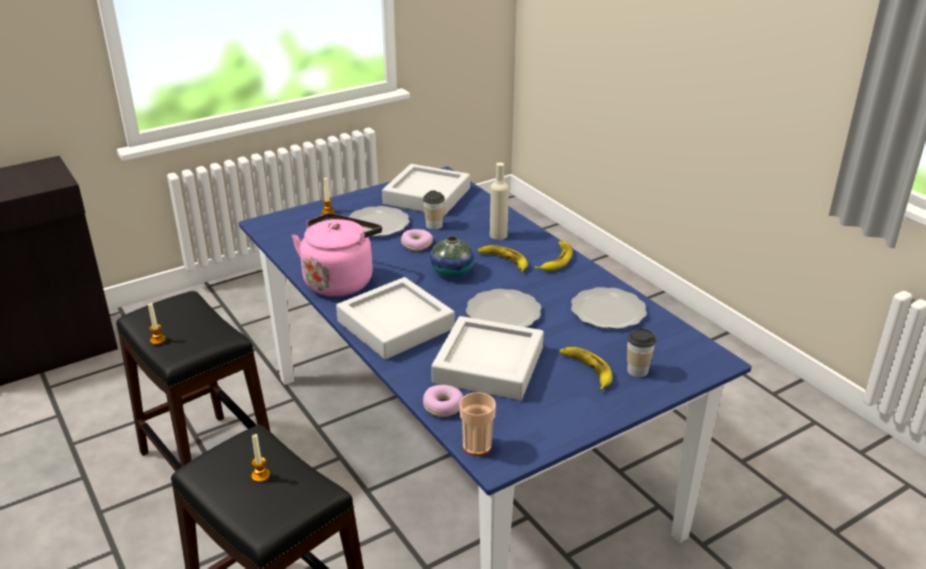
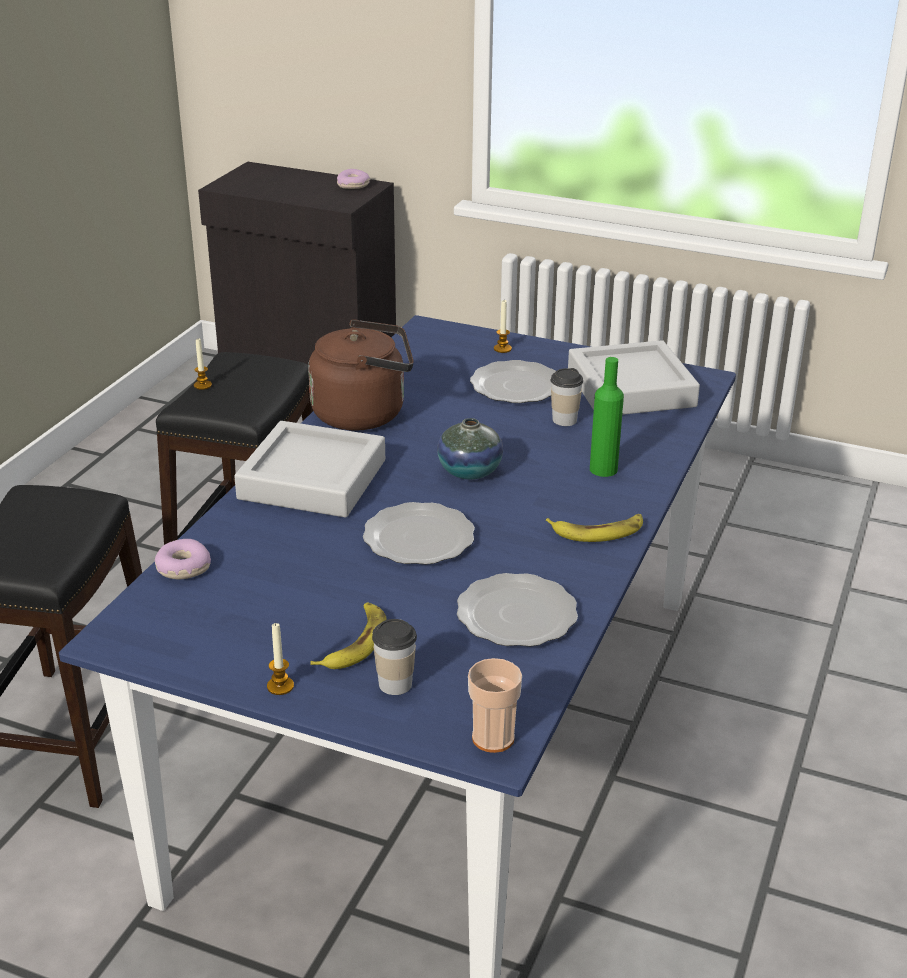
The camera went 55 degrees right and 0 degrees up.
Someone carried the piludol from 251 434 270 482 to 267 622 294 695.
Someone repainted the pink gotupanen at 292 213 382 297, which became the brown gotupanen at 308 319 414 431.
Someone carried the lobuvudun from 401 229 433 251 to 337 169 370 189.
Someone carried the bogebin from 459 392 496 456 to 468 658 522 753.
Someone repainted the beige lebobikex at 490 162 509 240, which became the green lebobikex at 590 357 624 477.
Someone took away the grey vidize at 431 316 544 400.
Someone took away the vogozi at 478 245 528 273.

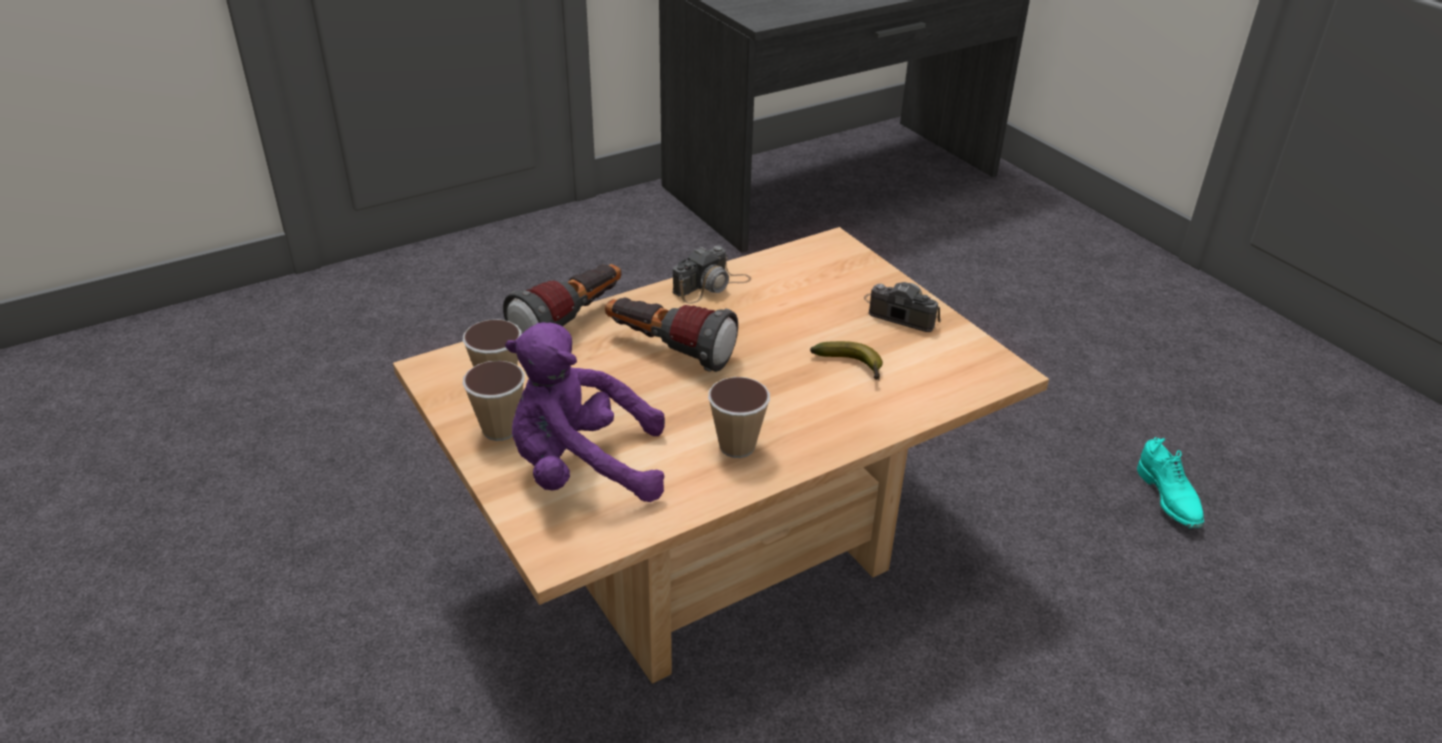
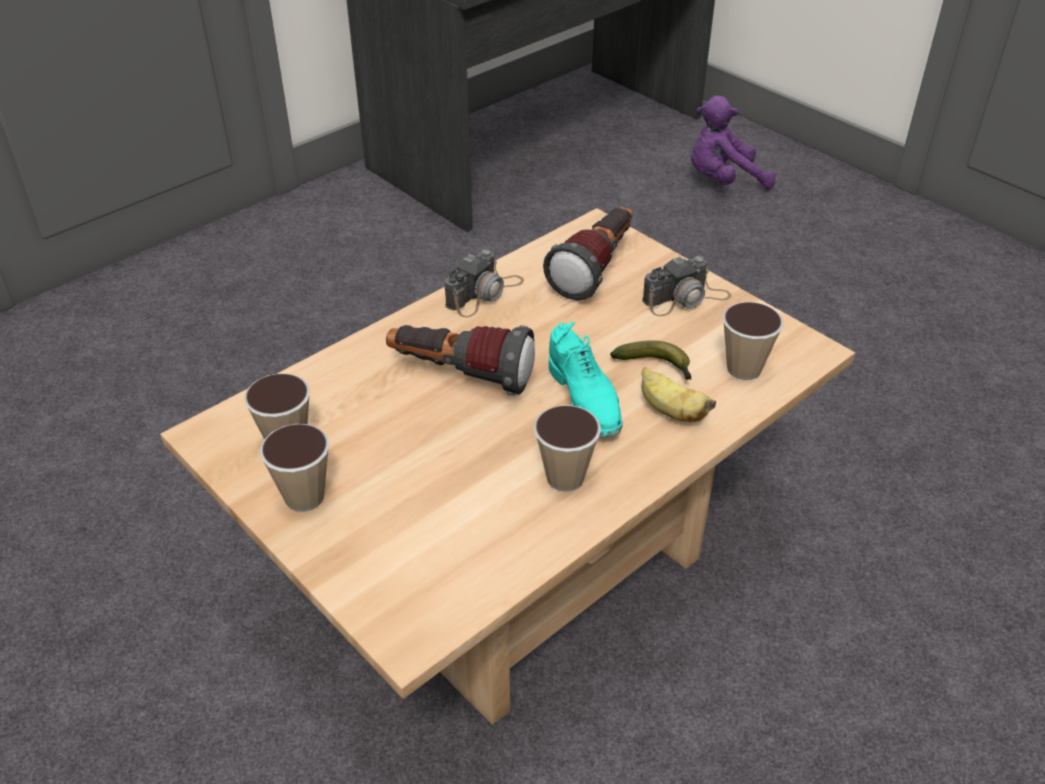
The camera went 10 degrees left and 5 degrees up.
Someone carried the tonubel from 503 264 621 334 to 543 207 632 301.
Someone carried the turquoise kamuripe from 1137 437 1204 528 to 549 322 623 438.
Someone rotated the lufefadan at 864 282 941 332 by 135 degrees clockwise.
Someone put down the vogozi at 642 367 716 422.
Someone carried the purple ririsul from 505 322 665 502 to 691 96 775 189.
Someone put down the bogebin at 723 302 784 380.

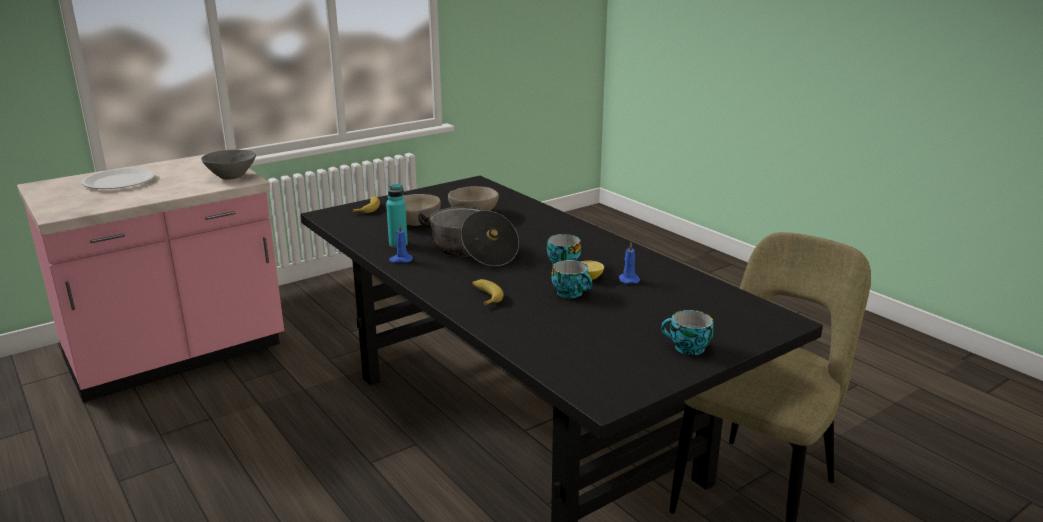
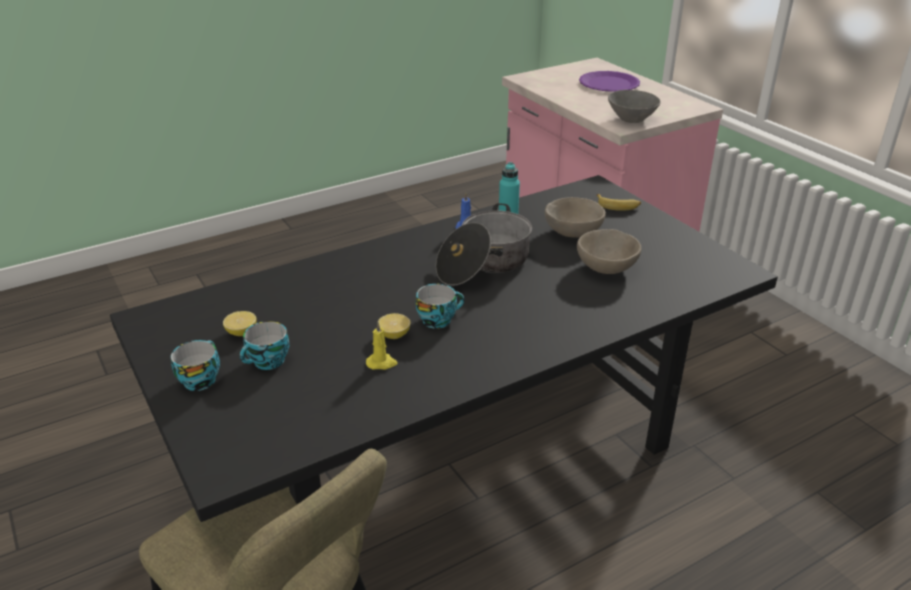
The camera went 95 degrees right and 10 degrees up.
Someone put down the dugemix at 223 311 256 336.
Someone carried the bogebin from 551 260 592 298 to 240 321 289 370.
Someone repainted the blue piludol at 619 243 640 284, which became the yellow piludol at 366 322 398 370.
Someone repainted the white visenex at 82 168 155 189, which became the purple visenex at 579 71 640 92.
Someone took away the vogozi at 472 279 504 306.

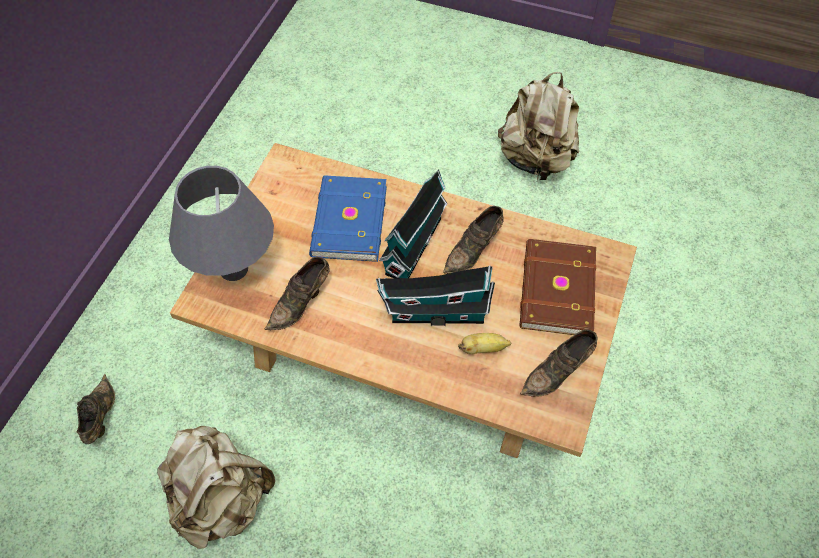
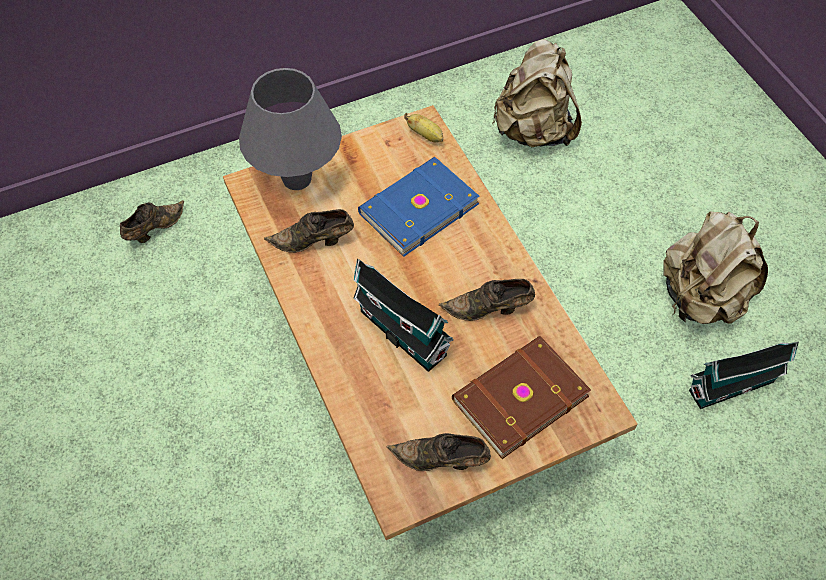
The camera went 45 degrees right and 0 degrees up.
Someone carried the vogozi from 458 333 512 354 to 404 113 443 142.
Someone carried the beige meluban from 157 426 275 549 to 492 39 582 147.
Someone carried the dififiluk from 379 169 447 278 to 689 342 799 409.

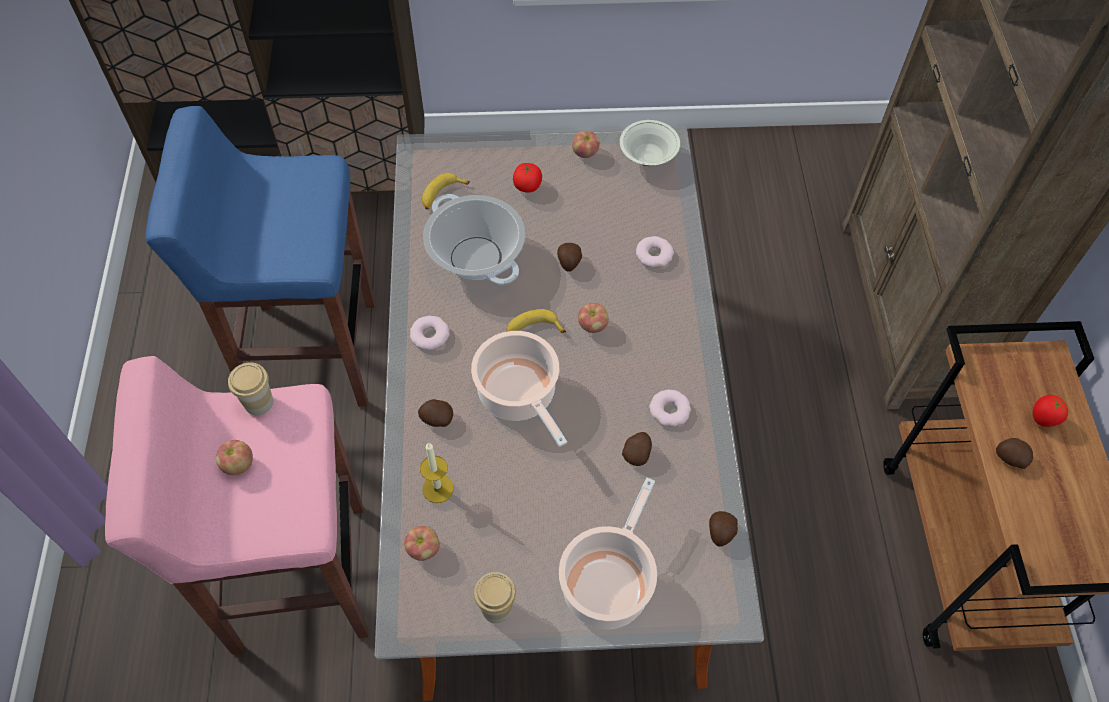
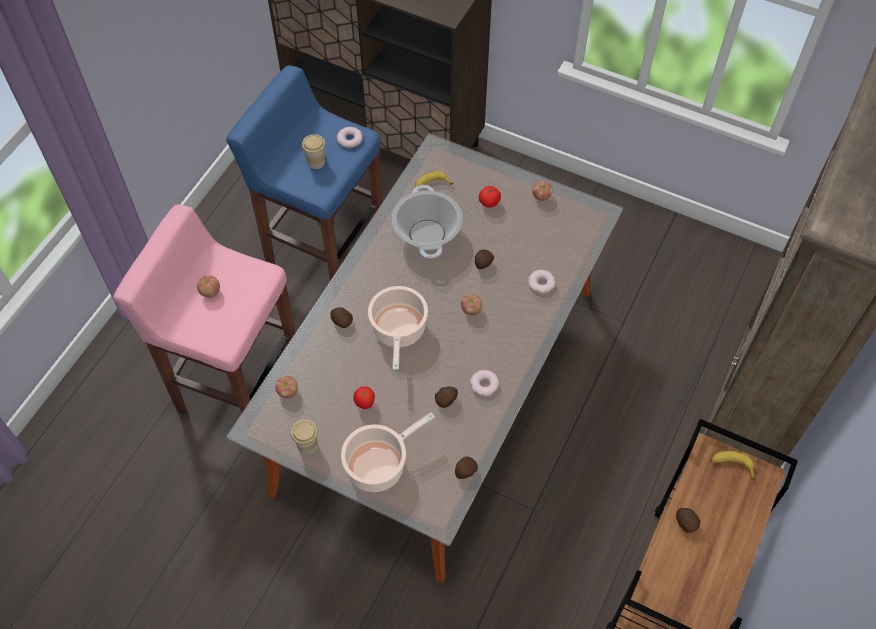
The camera went 30 degrees right and 0 degrees up.
Someone carried the bogebin from 228 362 273 415 to 302 134 326 169.
Someone carried the lobuvudun from 410 315 450 350 to 337 127 363 148.
Someone carried the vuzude from 1033 395 1068 427 to 354 386 375 409.
Someone carried the vogozi from 506 309 566 333 to 711 451 755 479.
Someone took away the piludol at 420 443 454 503.
Someone took away the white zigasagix at 620 120 680 166.

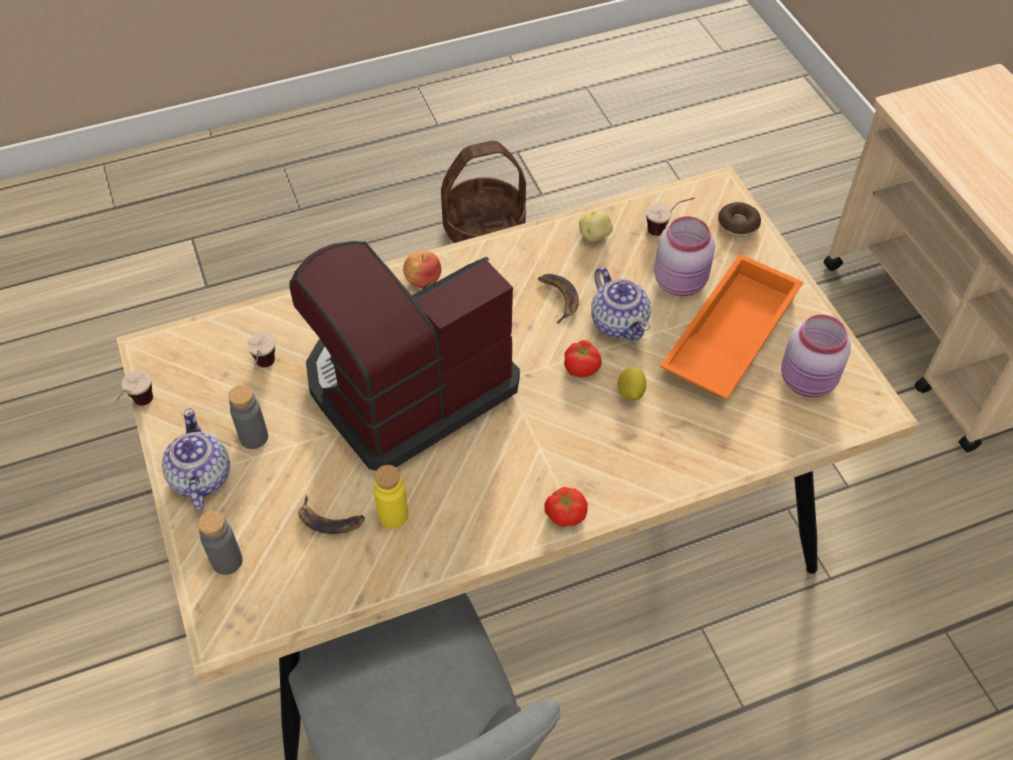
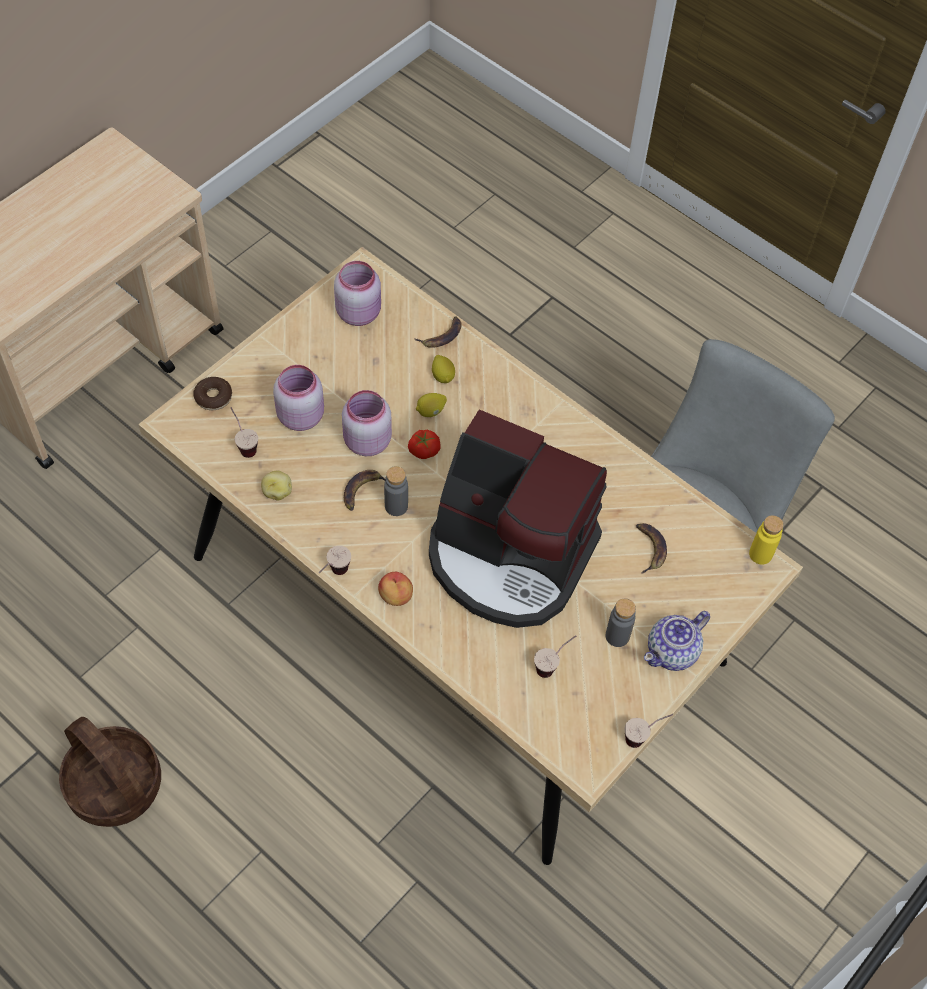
The camera went 120 degrees left and 5 degrees up.
Someone put down the bogebin at 319 546 351 575.
Someone swapped the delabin at 591 267 651 341 for the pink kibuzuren at 342 390 392 456.
Someone carried the grey lebobikex from 198 511 243 575 to 384 466 408 516.
Someone put down the vogozi at 415 316 462 348.
Someone put down the dugemix at 432 355 455 383.
Someone carried the yellow lebobikex from 374 465 408 529 to 749 515 784 564.
Someone took away the vuzude at 544 487 588 527.
Someone took away the orange vidize at 660 254 803 399.

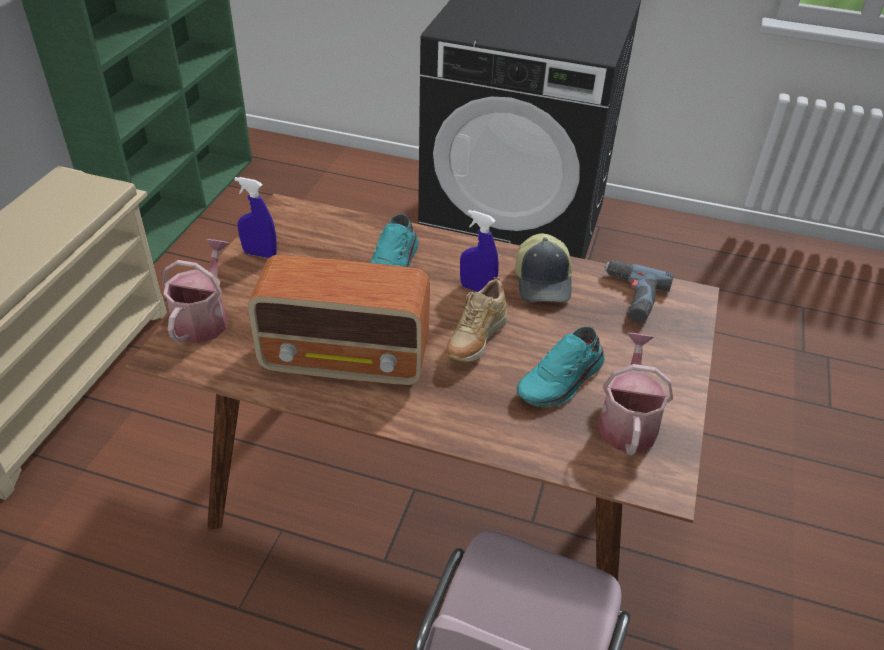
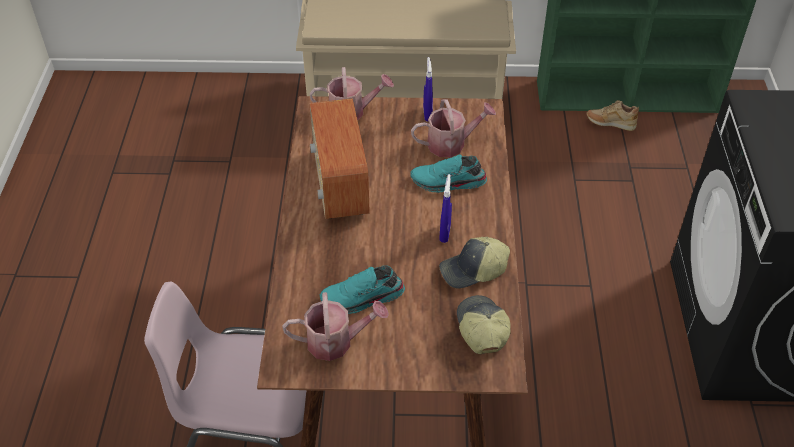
The camera went 75 degrees right and 5 degrees up.
Someone rotated the turquoise kamuripe at 517 326 605 407 by 45 degrees counterclockwise.
Someone put down the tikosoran at 411 99 496 157.
Someone swapped the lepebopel at 604 260 674 323 for the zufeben at 457 295 511 354.
Someone carried the beige kamuripe from 447 277 507 362 to 587 100 639 131.

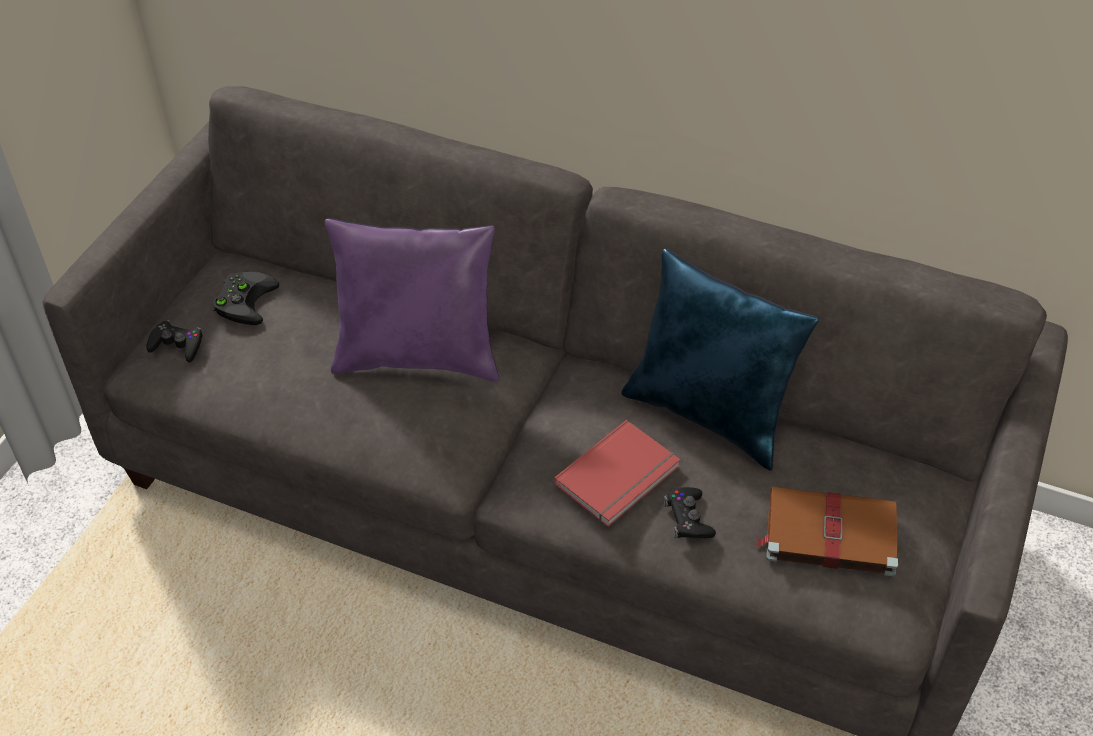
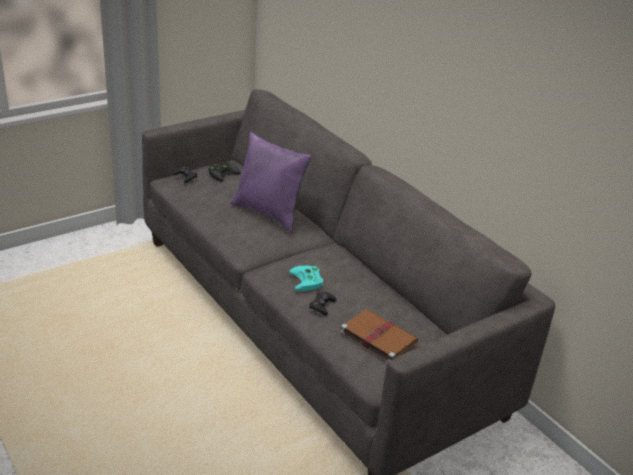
The camera went 30 degrees right and 15 degrees down.
Someone swapped the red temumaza at 553 420 681 527 for the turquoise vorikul at 289 266 323 291.
Someone took away the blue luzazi at 621 248 819 471.

